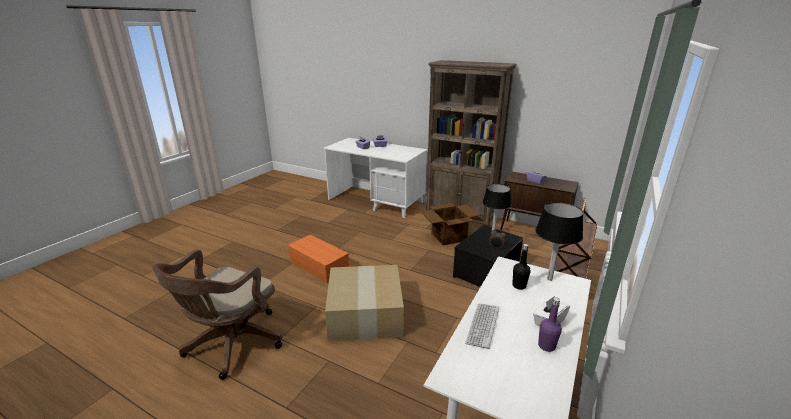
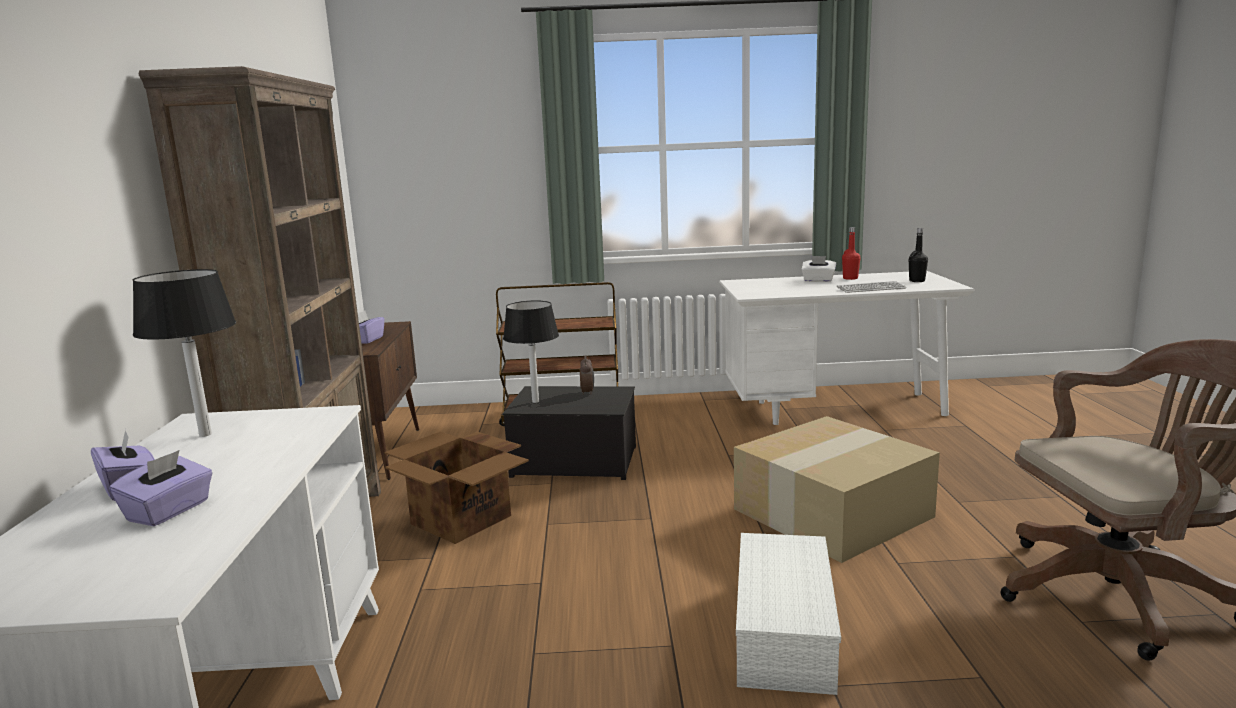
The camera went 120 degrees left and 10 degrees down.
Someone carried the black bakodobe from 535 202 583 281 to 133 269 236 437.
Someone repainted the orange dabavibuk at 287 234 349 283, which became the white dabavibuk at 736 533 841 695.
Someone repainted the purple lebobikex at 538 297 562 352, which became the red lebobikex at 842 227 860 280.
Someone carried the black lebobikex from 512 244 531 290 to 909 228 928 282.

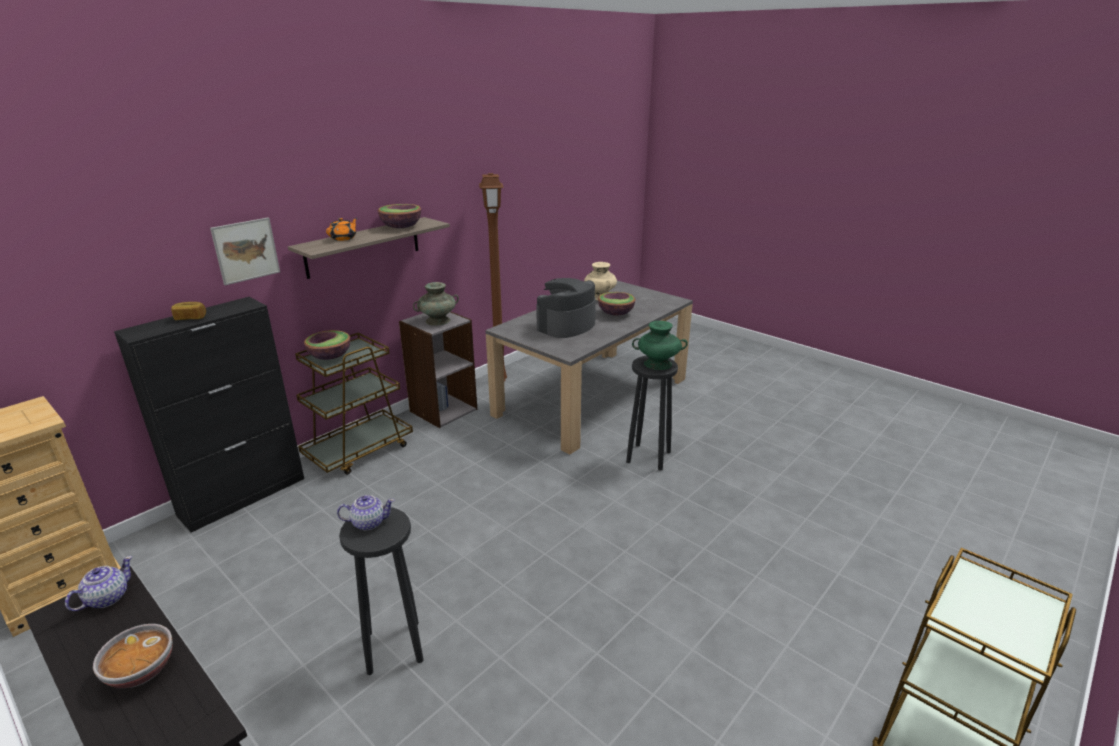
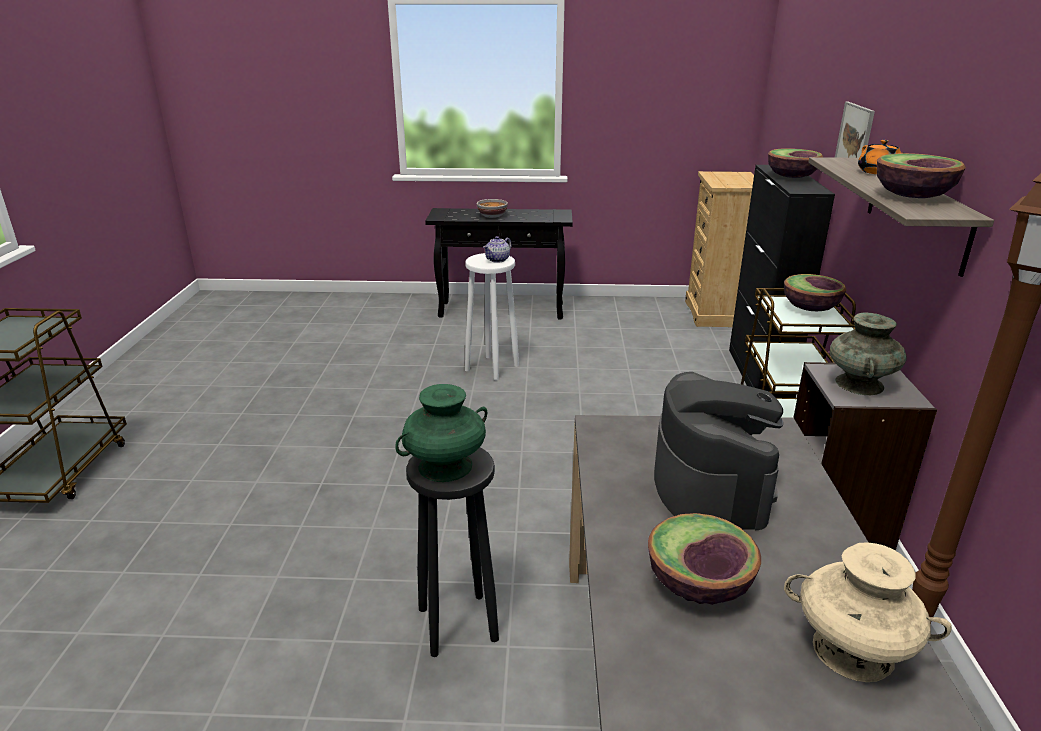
The camera went 140 degrees right and 0 degrees up.
Someone repainted the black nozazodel at 339 507 424 675, which became the white nozazodel at 465 253 519 381.
Someone swapped the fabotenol at 171 302 206 320 for the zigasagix at 768 148 823 178.
Someone took away the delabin at 65 556 132 611.

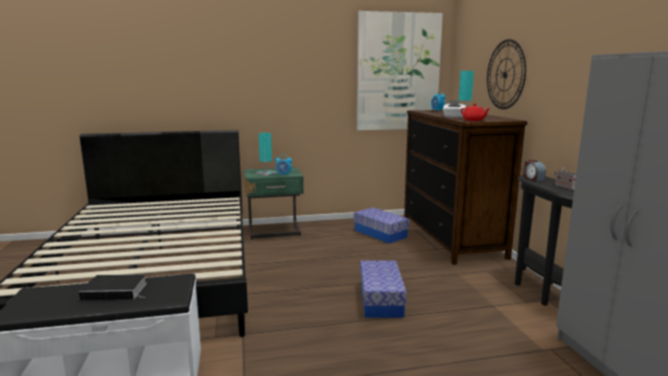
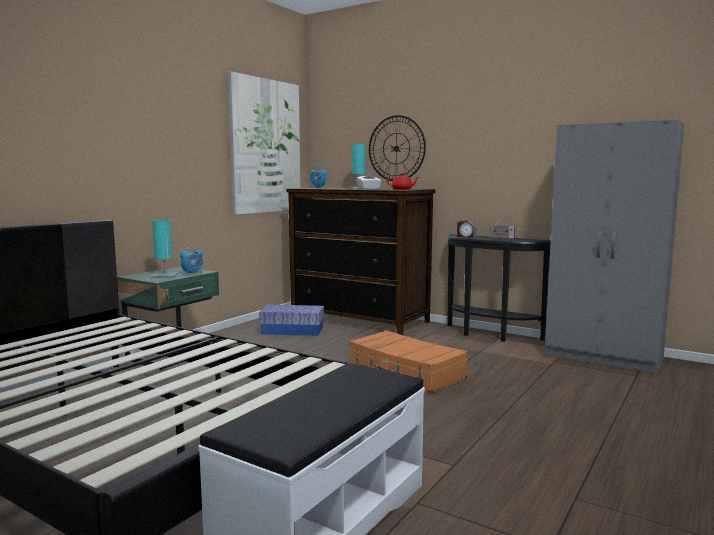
The camera went 45 degrees left and 5 degrees down.
Someone swapped the dabavibuk at 360 261 407 318 for the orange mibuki at 349 330 468 394.
Someone took away the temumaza at 79 274 147 300.

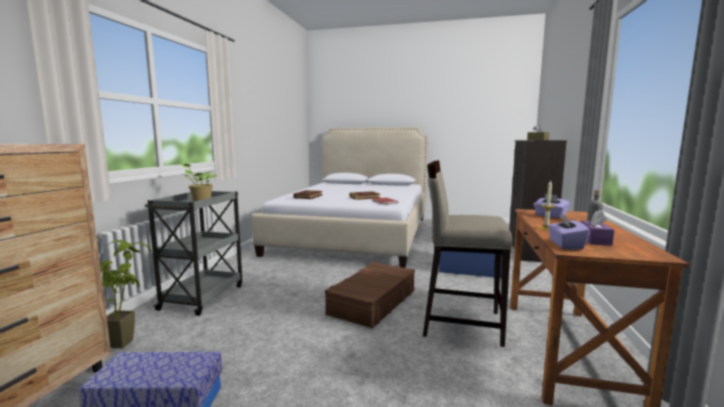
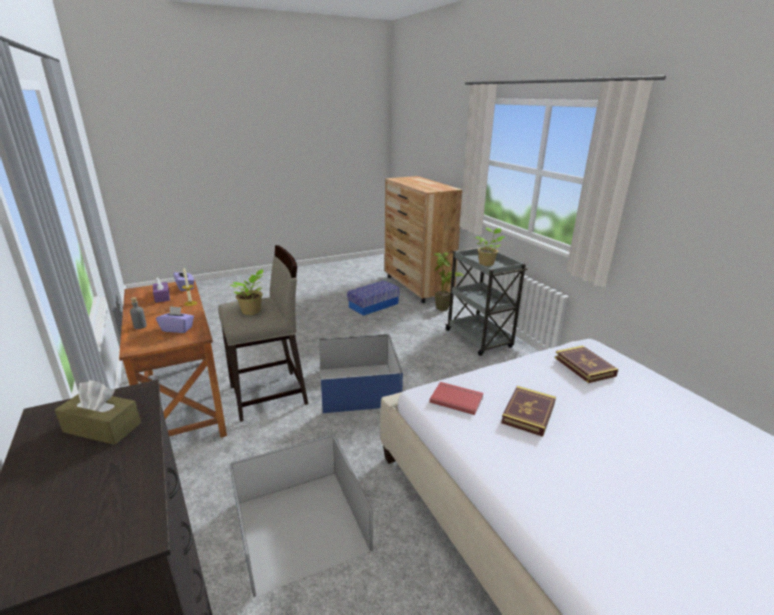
The camera went 140 degrees right and 15 degrees up.
Someone put down the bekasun at 230 269 263 315.
Someone swapped the brown mibuki at 325 262 415 328 for the blue dabavibuk at 319 334 403 413.

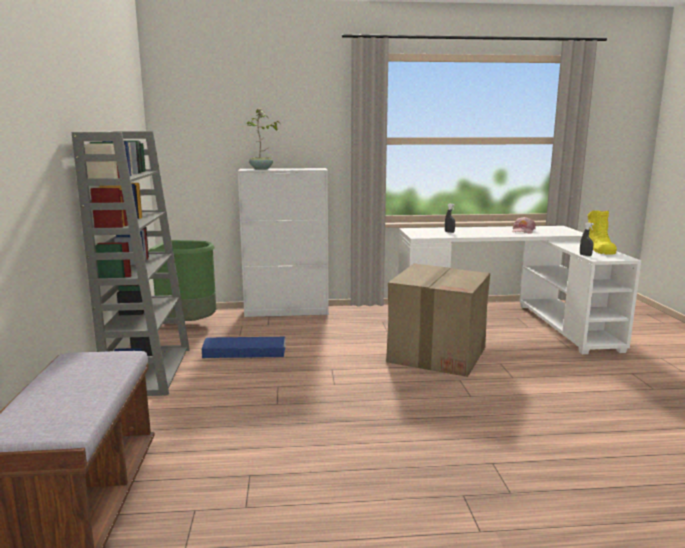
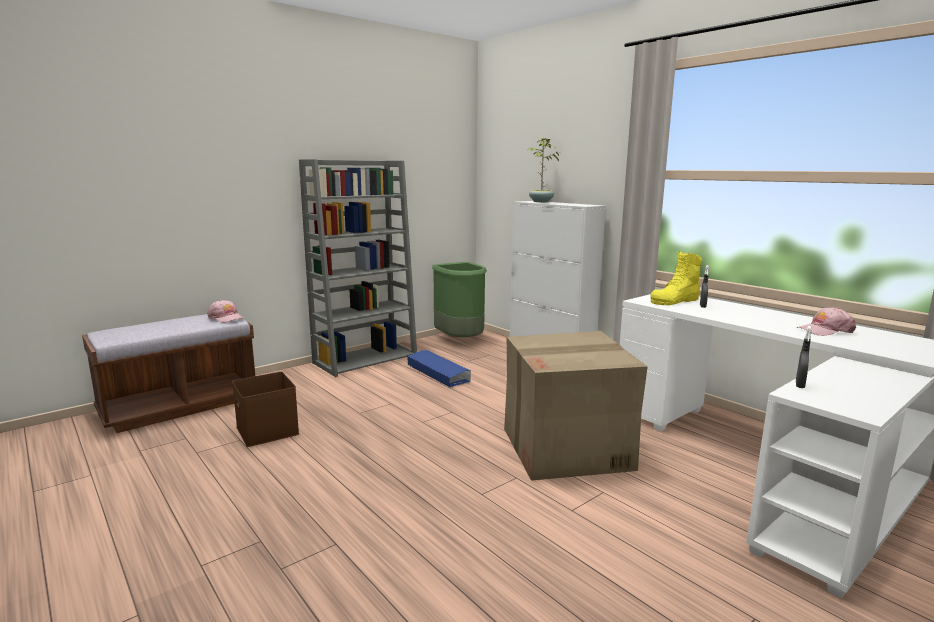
The camera went 55 degrees right and 0 degrees up.
Someone put down the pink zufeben at 207 300 244 323.
Someone put down the brown dabavibuk at 232 372 299 447.
Someone carried the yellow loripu from 588 210 617 255 to 650 252 702 305.

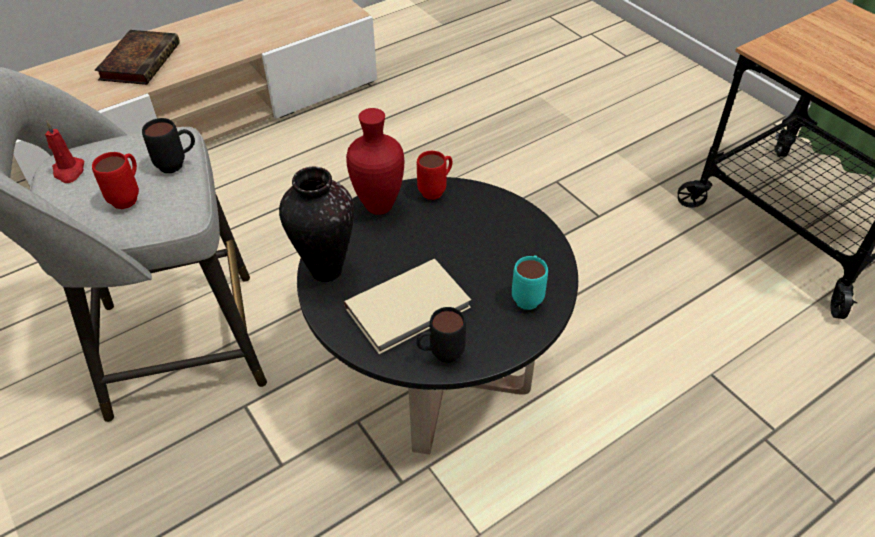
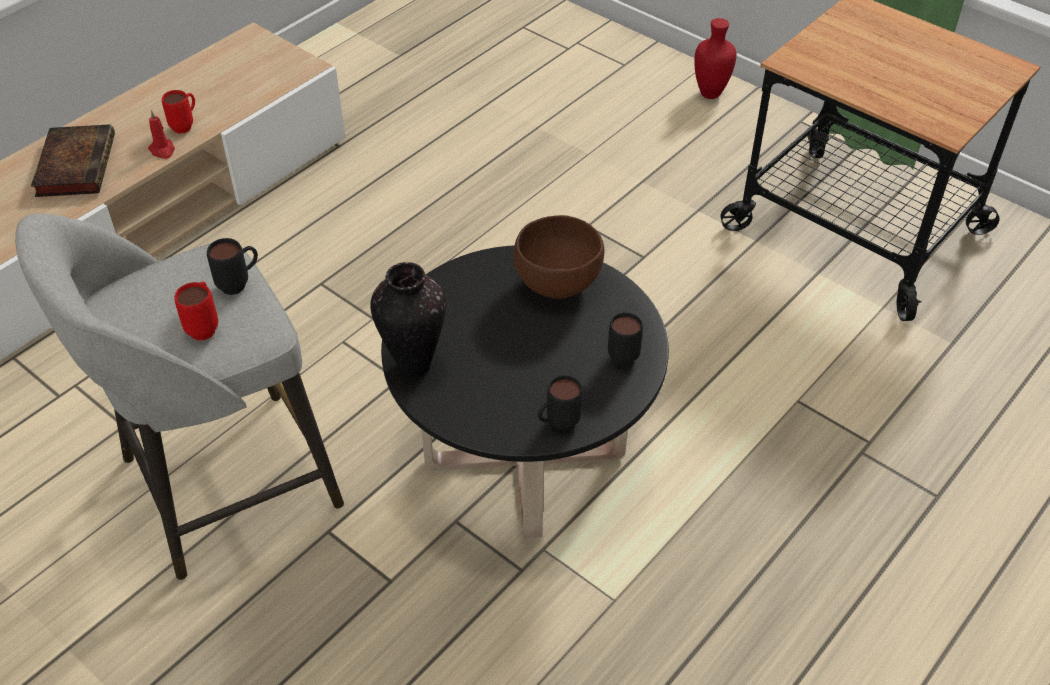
The camera went 15 degrees left and 0 degrees up.
Someone carried the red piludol from 45 121 84 183 to 148 110 175 159.
Someone carried the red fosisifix from 417 151 452 200 to 162 90 195 134.
Someone put down the brown zigasagix at 514 215 604 299.
Someone repainted the turquoise fosisifix at 512 255 548 310, which became the black fosisifix at 608 311 643 366.
Someone carried the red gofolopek from 346 108 404 215 to 694 18 737 99.
Someone took away the beige temumaza at 344 259 471 354.

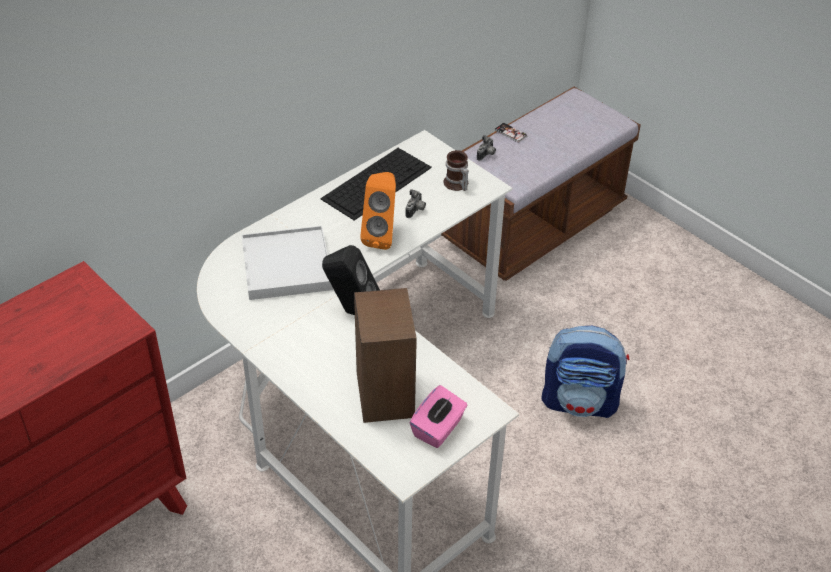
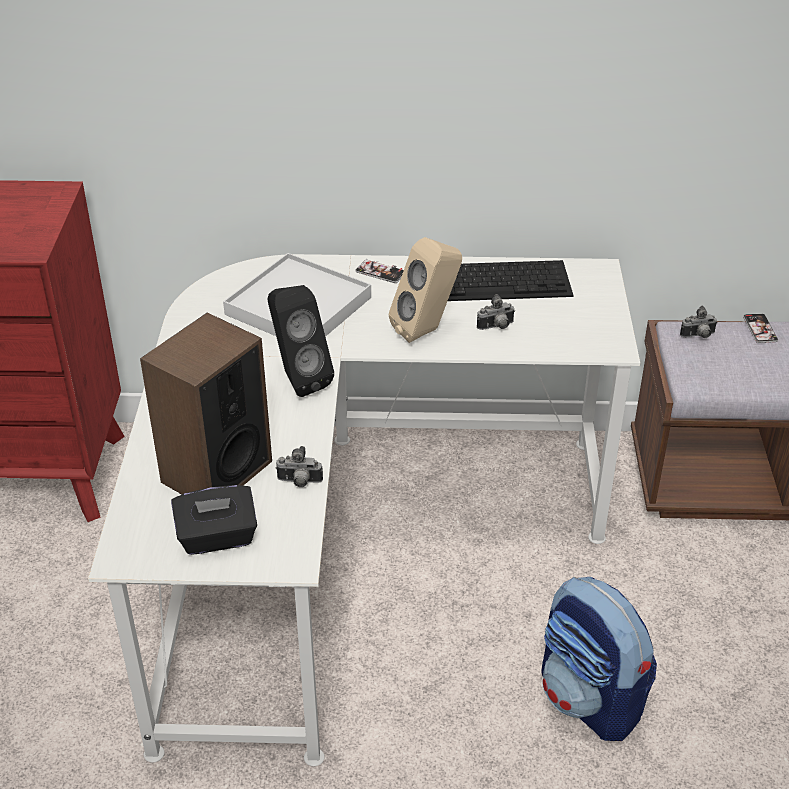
The camera went 45 degrees right and 5 degrees down.
Someone repainted the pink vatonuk at 409 385 468 448, which became the black vatonuk at 171 485 257 555.
Someone put down the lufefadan at 275 446 323 487.
Someone put down the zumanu at 355 259 404 283.
Someone repainted the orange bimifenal at 360 172 396 250, which became the beige bimifenal at 389 237 462 343.
Someone took away the fosisifix at 444 150 469 191.

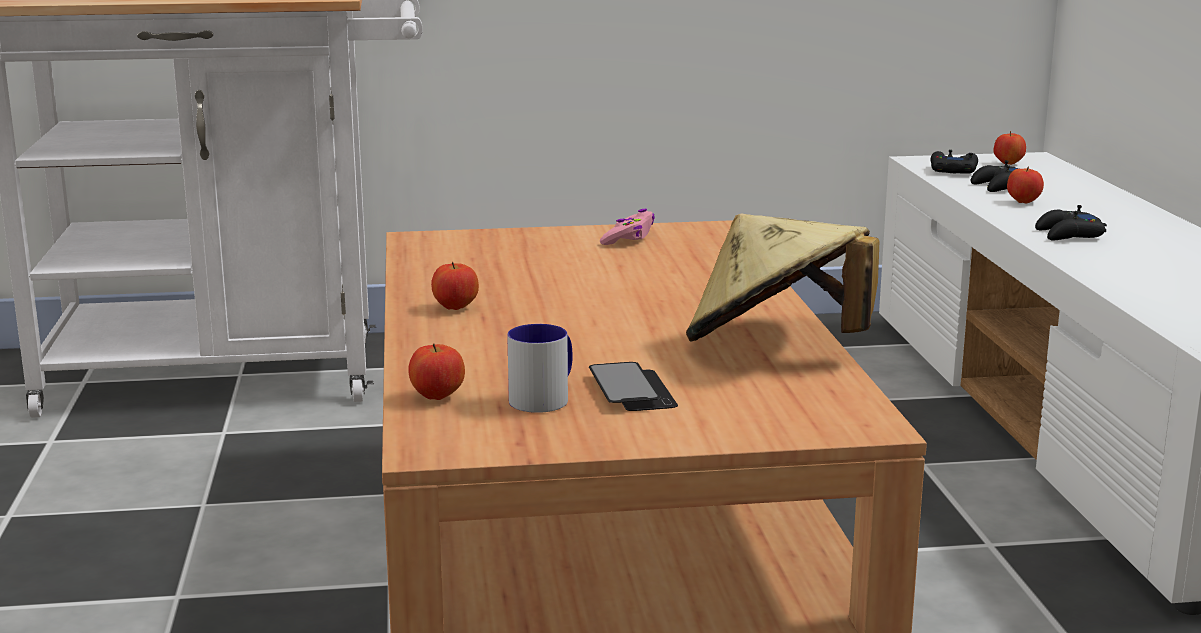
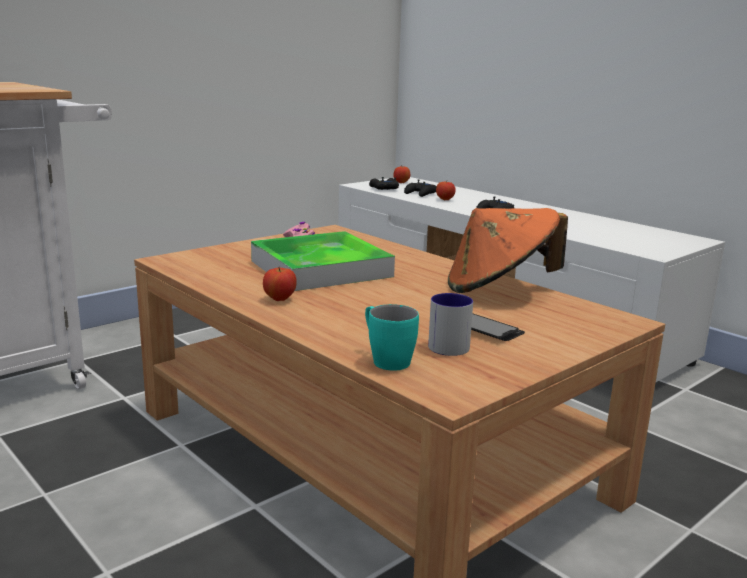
The camera went 35 degrees left and 0 degrees up.
Someone put down the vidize at 251 231 395 291.
Someone swapped the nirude at 408 344 465 400 for the turquoise fosisifix at 365 304 419 371.
Someone repainted the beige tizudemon at 686 213 879 341, which became the orange tizudemon at 448 208 568 293.

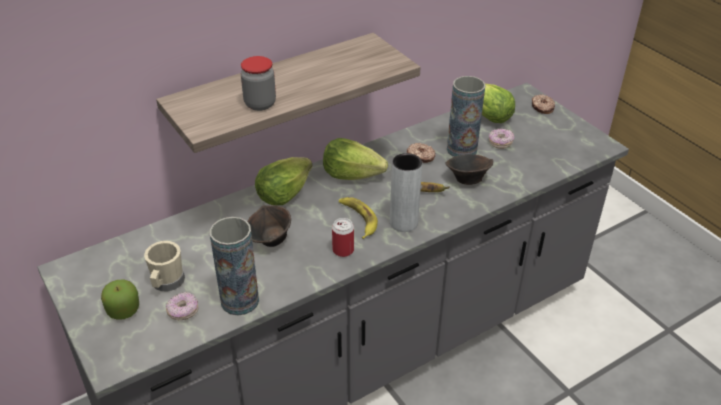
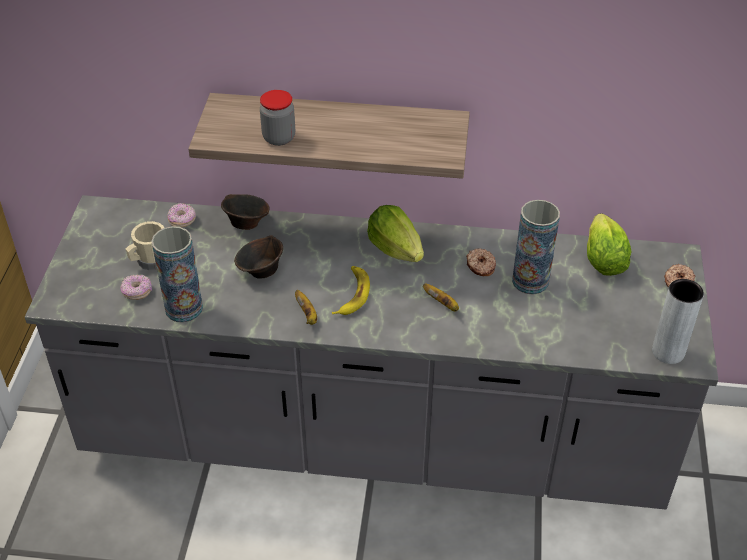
The camera went 40 degrees right and 5 degrees up.
Someone carried the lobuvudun from 489 129 514 149 to 168 203 196 227.
Someone carried the brown zigasagix from 445 154 493 185 to 221 194 270 230.
Someone swapped the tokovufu at 332 218 354 257 for the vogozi at 295 290 317 325.
Someone carried the grey gofolopek from 390 153 422 232 to 652 279 704 364.
Someone took away the nirude at 101 280 139 320.
Someone took away the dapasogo at 255 157 312 205.

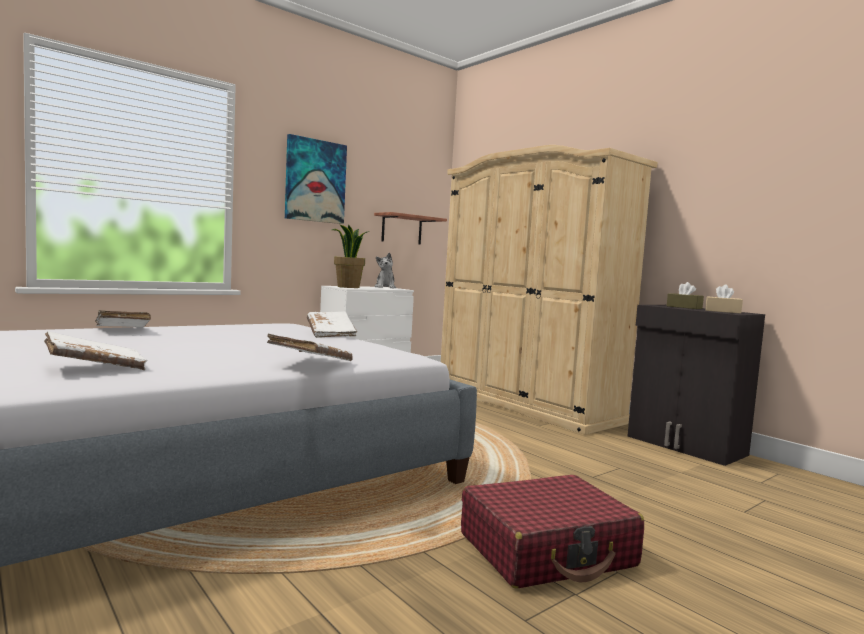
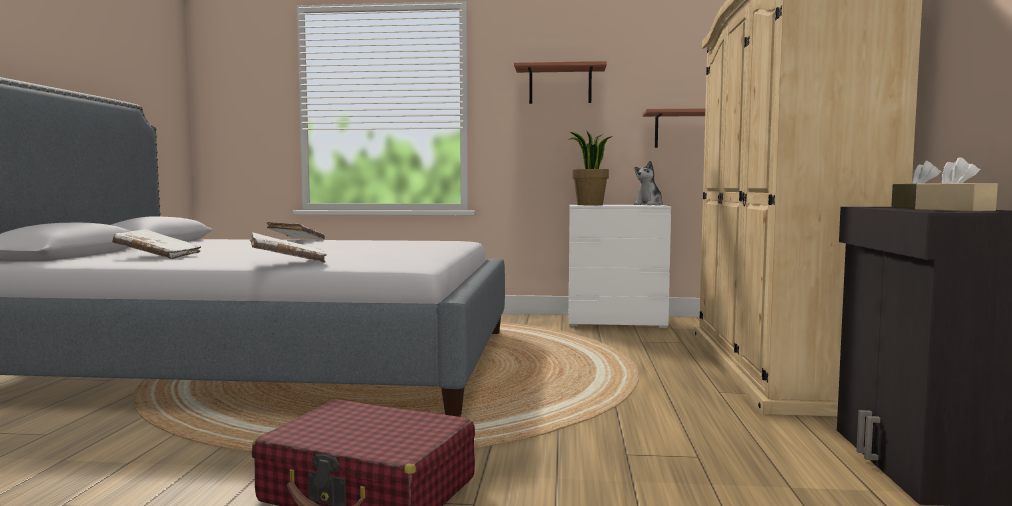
The camera went 45 degrees right and 0 degrees up.
Someone swapped the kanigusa at 285 134 347 224 for the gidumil at 514 61 607 104.
Someone took away the white temumaza at 307 311 357 338.

